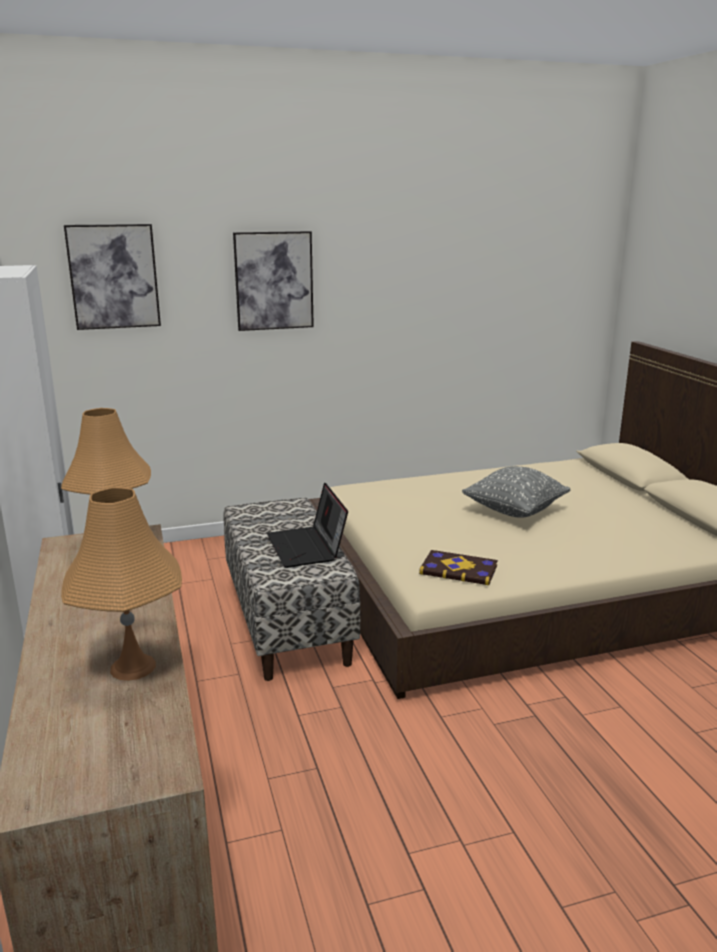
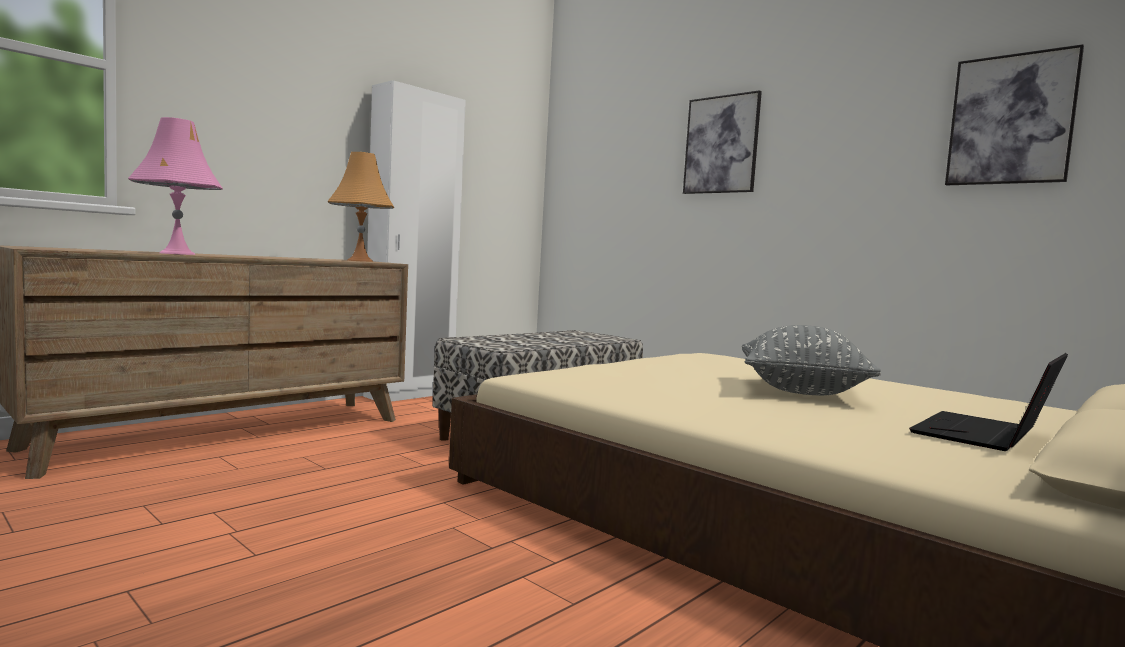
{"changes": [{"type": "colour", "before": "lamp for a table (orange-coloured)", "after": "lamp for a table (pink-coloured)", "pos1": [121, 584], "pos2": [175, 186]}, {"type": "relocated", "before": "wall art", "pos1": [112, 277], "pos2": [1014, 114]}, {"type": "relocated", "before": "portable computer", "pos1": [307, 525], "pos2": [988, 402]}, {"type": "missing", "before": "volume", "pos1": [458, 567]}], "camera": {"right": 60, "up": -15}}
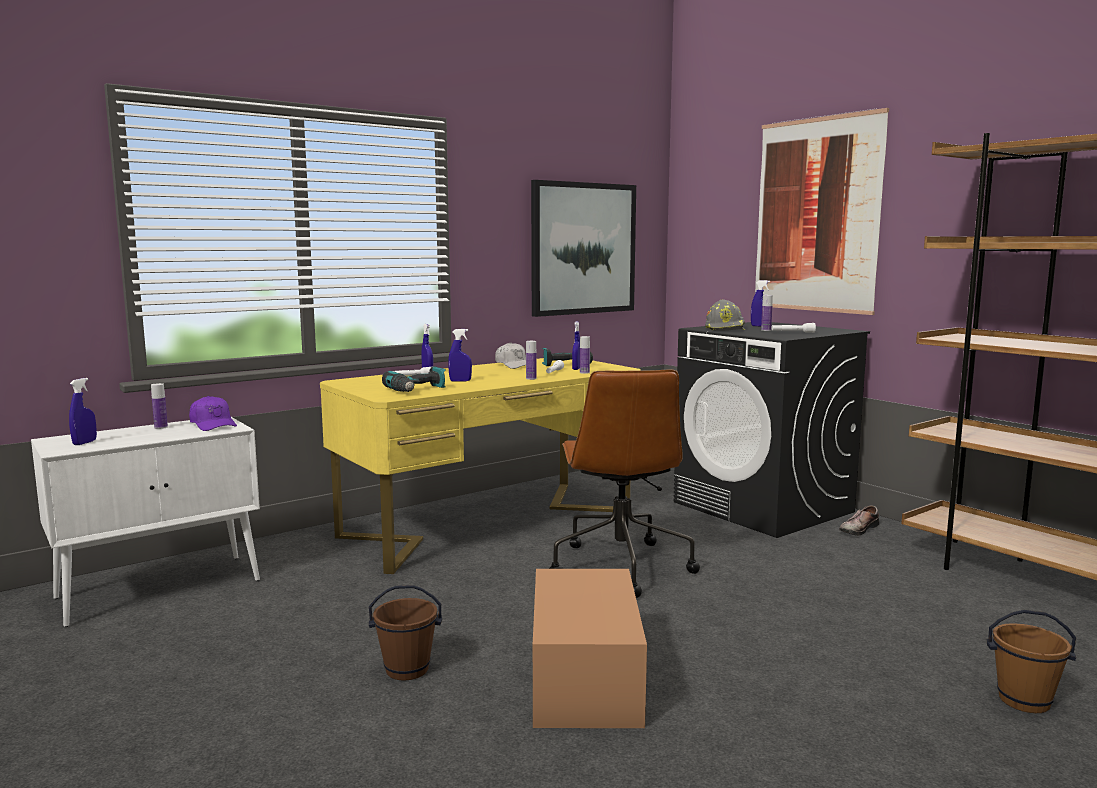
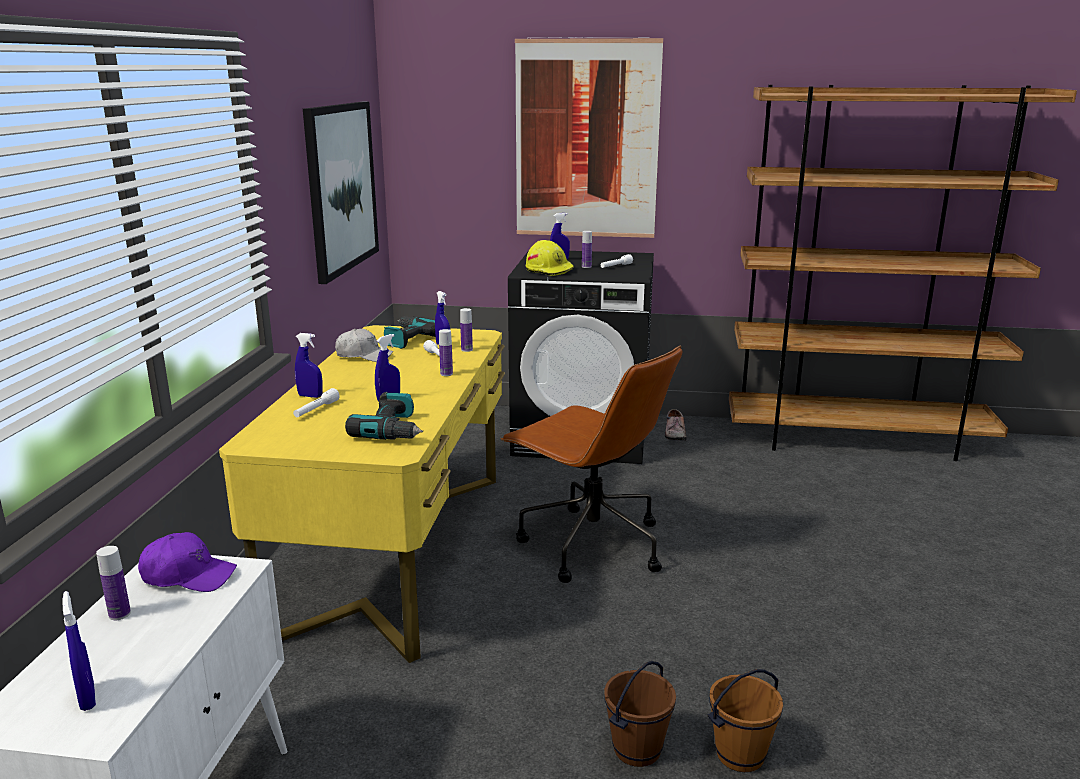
{"changes": [{"type": "missing", "before": "cardboard box", "pos1": [590, 648]}, {"type": "colour", "before": "safety helmet (greyish)", "after": "safety helmet (yellowish)", "pos1": [725, 315], "pos2": [550, 258]}, {"type": "relocated", "before": "bucket (brown)", "pos1": [1031, 661], "pos2": [745, 720]}], "camera": {"right": -45, "up": 10}}
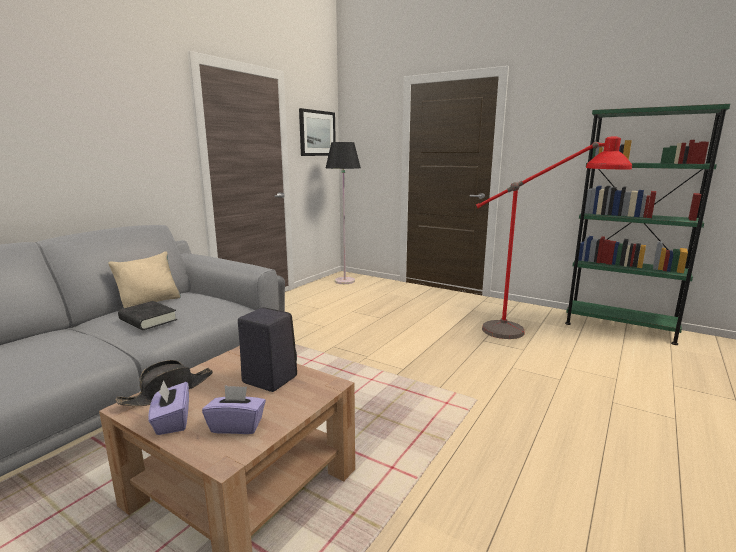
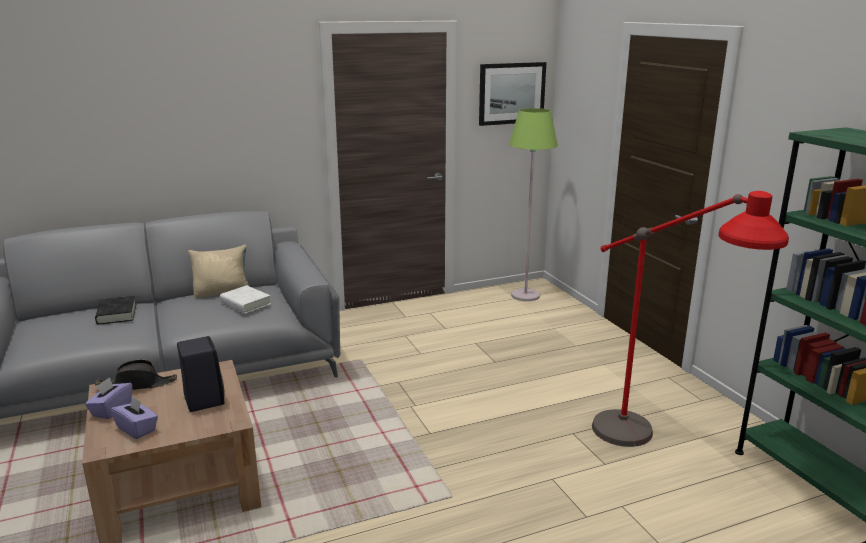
{"changes": [{"type": "relocated", "before": "volume (black)", "pos1": [147, 315], "pos2": [115, 310]}, {"type": "colour", "before": "floor lamp (black)", "after": "floor lamp (greenish)", "pos1": [343, 213], "pos2": [533, 205]}, {"type": "appeared", "after": "volume (white)", "pos2": [245, 299]}], "camera": {"right": 35, "up": 5}}
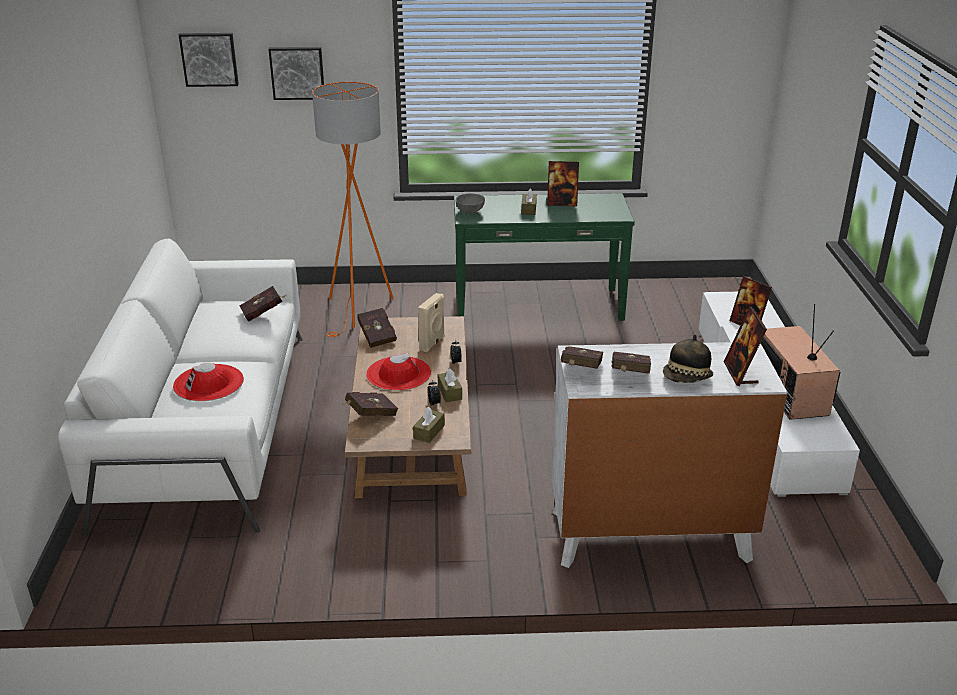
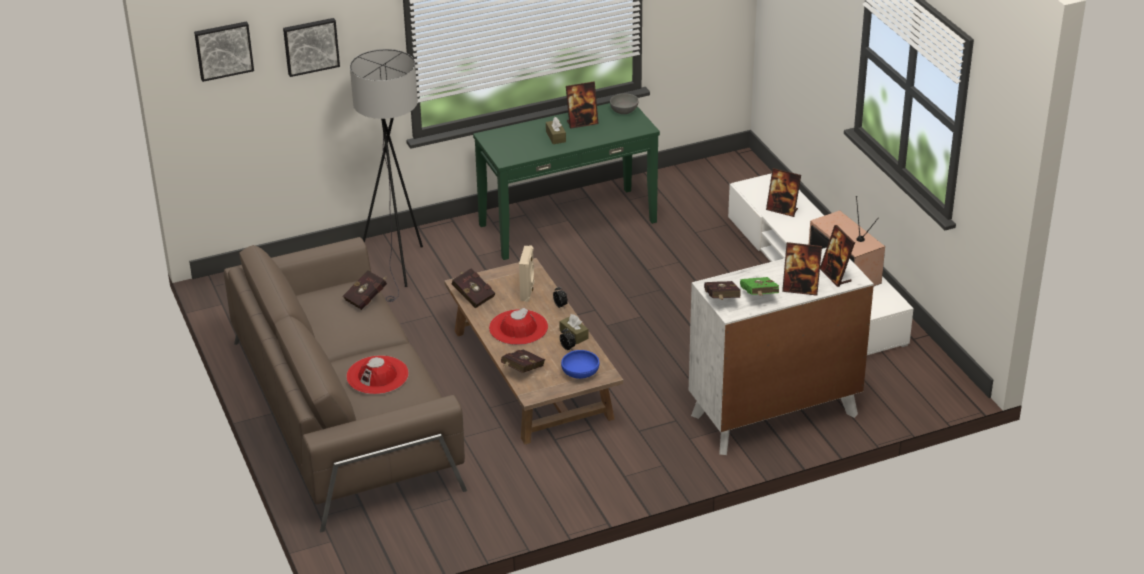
{"changes": [{"type": "colour", "before": "couch (white)", "after": "couch (brown)", "pos1": [180, 387], "pos2": [345, 384]}, {"type": "colour", "before": "floor lamp (orange-coloured)", "after": "floor lamp (greyish)", "pos1": [353, 209], "pos2": [386, 175]}, {"type": "exchanged", "before": "tissue box (brown)", "after": "bowl (bluish)", "pos1": [429, 425], "pos2": [580, 364]}, {"type": "relocated", "before": "bowl (greyish)", "pos1": [470, 203], "pos2": [624, 104]}, {"type": "colour", "before": "volume (reddish)", "after": "volume (greenish)", "pos1": [631, 363], "pos2": [759, 286]}, {"type": "exchanged", "before": "clothing hat", "after": "photo frame", "pos1": [688, 358], "pos2": [802, 269]}], "camera": {"right": -20, "up": 5}}
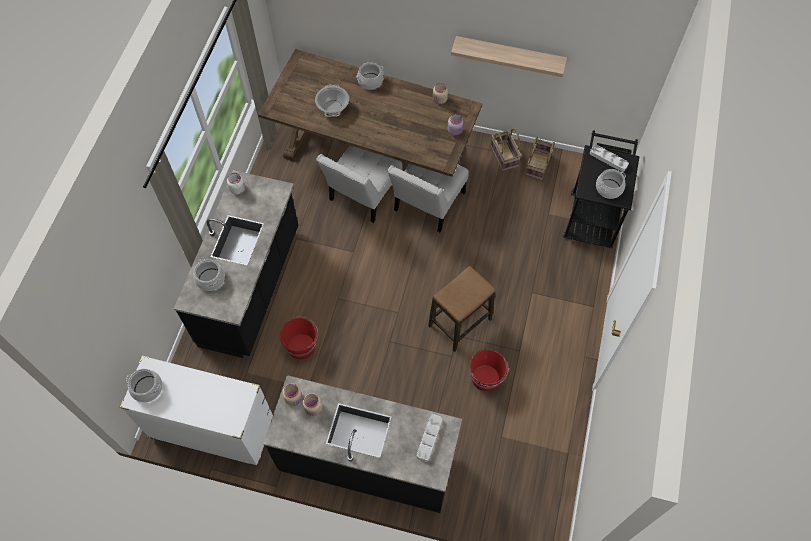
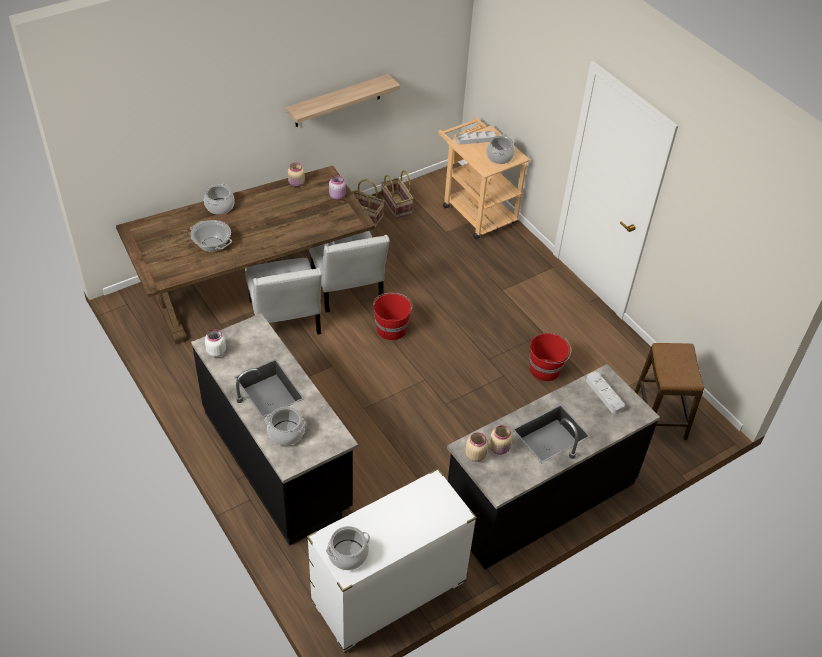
{"changes": [{"type": "relocated", "before": "bucket (reddish)", "pos1": [299, 338], "pos2": [393, 316]}, {"type": "relocated", "before": "sitting stool", "pos1": [462, 309], "pos2": [669, 391]}, {"type": "colour", "before": "wheeled cart (black)", "after": "wheeled cart (beige-coloured)", "pos1": [601, 189], "pos2": [484, 178]}], "camera": {"right": -50, "up": -15}}
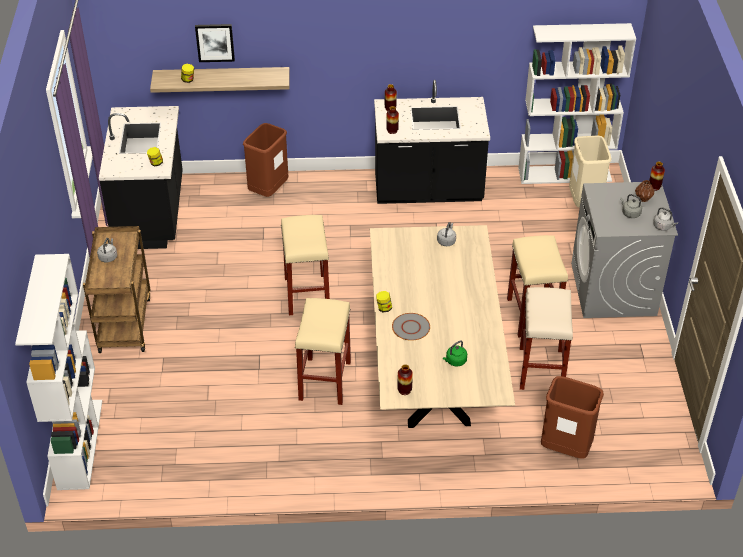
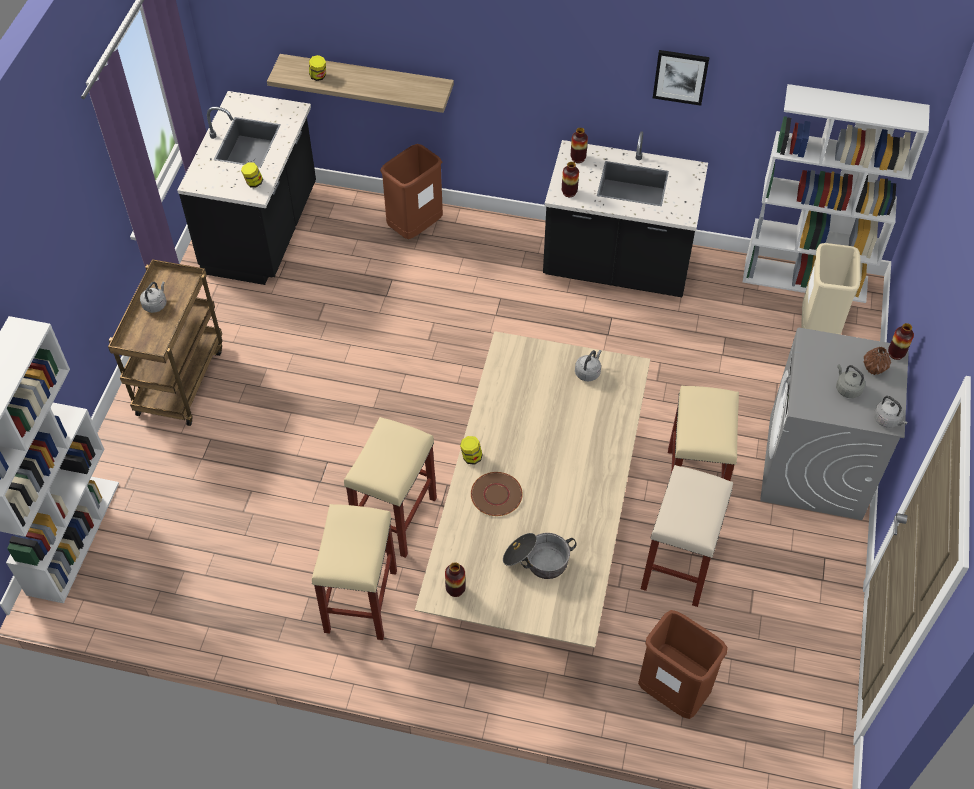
{"changes": [{"type": "relocated", "before": "wall art", "pos1": [215, 43], "pos2": [681, 78]}, {"type": "relocated", "before": "sitting stool (beige-coloured)", "pos1": [305, 265], "pos2": [354, 572]}, {"type": "colour", "before": "plate (greyish)", "after": "plate (brown)", "pos1": [411, 327], "pos2": [497, 494]}, {"type": "exchanged", "before": "tea kettle (greenish)", "after": "stockpot", "pos1": [455, 353], "pos2": [539, 556]}], "camera": {"right": 15, "up": 10}}
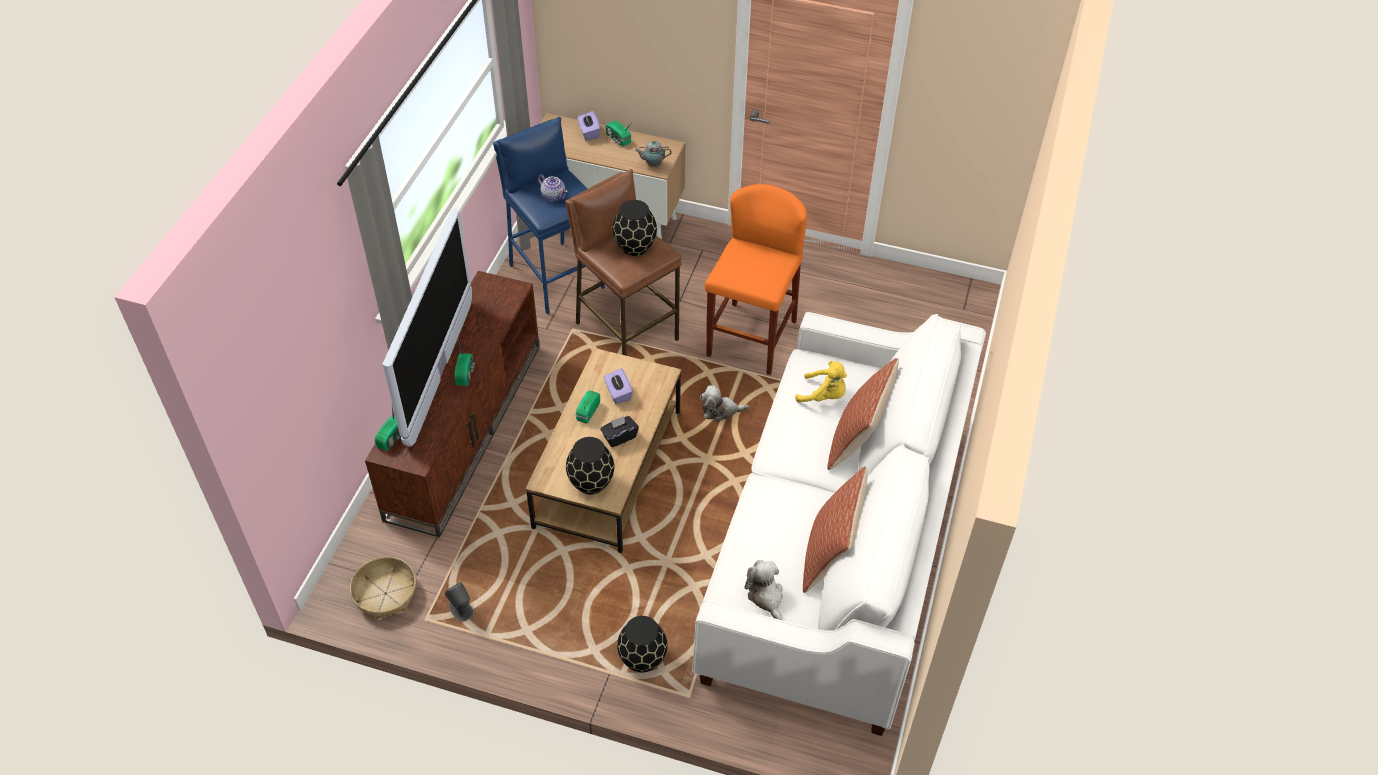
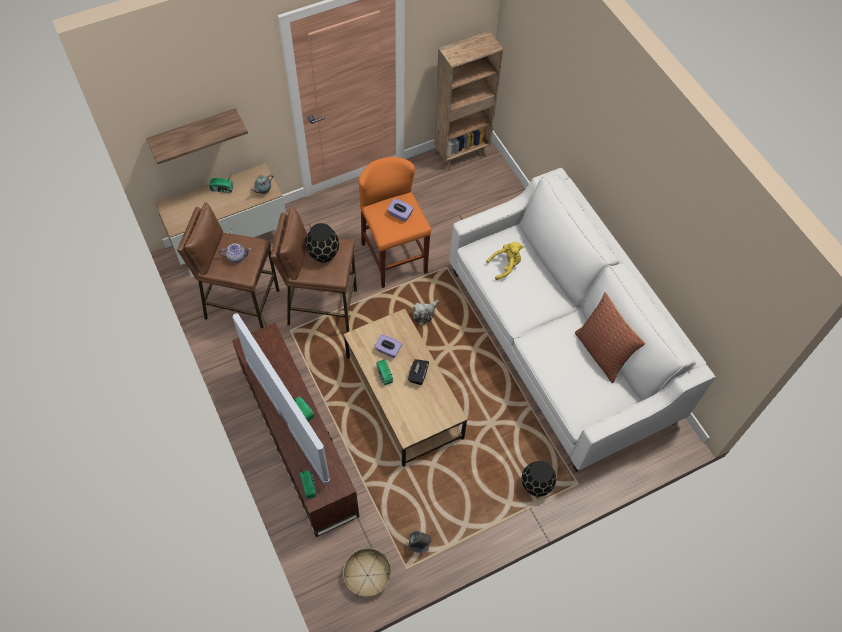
{"changes": [{"type": "colour", "before": "sitting stool (bluish)", "after": "sitting stool (brown)", "pos1": [549, 215], "pos2": [228, 265]}, {"type": "missing", "before": "flower vase (black)", "pos1": [590, 466]}, {"type": "relocated", "before": "tissue box (purple)", "pos1": [588, 125], "pos2": [400, 210]}, {"type": "missing", "before": "plush toy", "pos1": [763, 590]}, {"type": "missing", "before": "throw pillow", "pos1": [863, 414]}, {"type": "appeared", "after": "bracket shelf", "pos2": [197, 136]}, {"type": "appeared", "after": "bookshelf (brown)", "pos2": [468, 101]}], "camera": {"right": -45, "up": 10}}
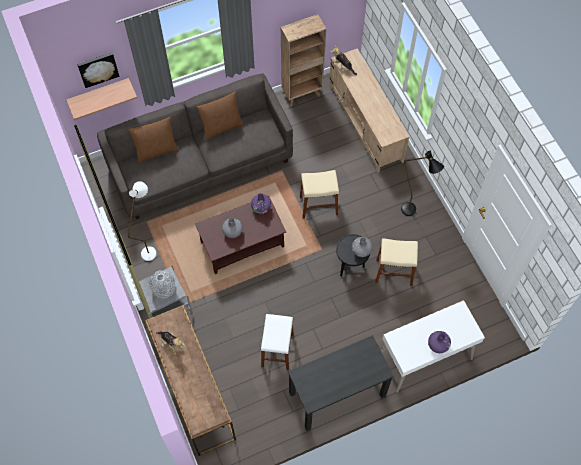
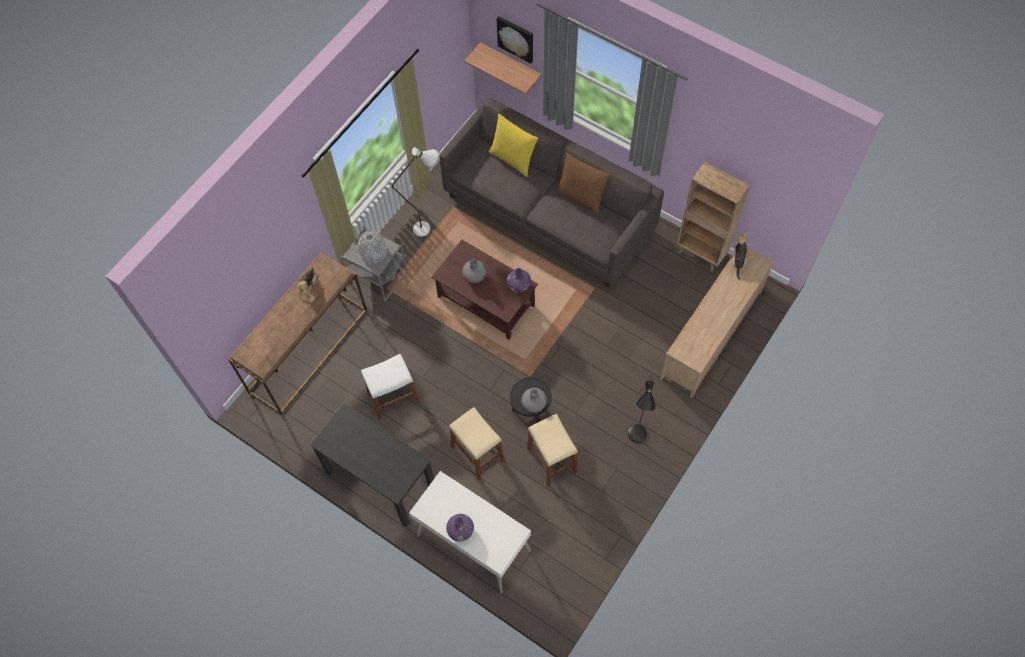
{"changes": [{"type": "colour", "before": "throw pillow (brown)", "after": "throw pillow (yellowish)", "pos1": [153, 140], "pos2": [513, 145]}, {"type": "relocated", "before": "sitting stool (beige-coloured)", "pos1": [319, 194], "pos2": [477, 443]}], "camera": {"right": 60, "up": 0}}
